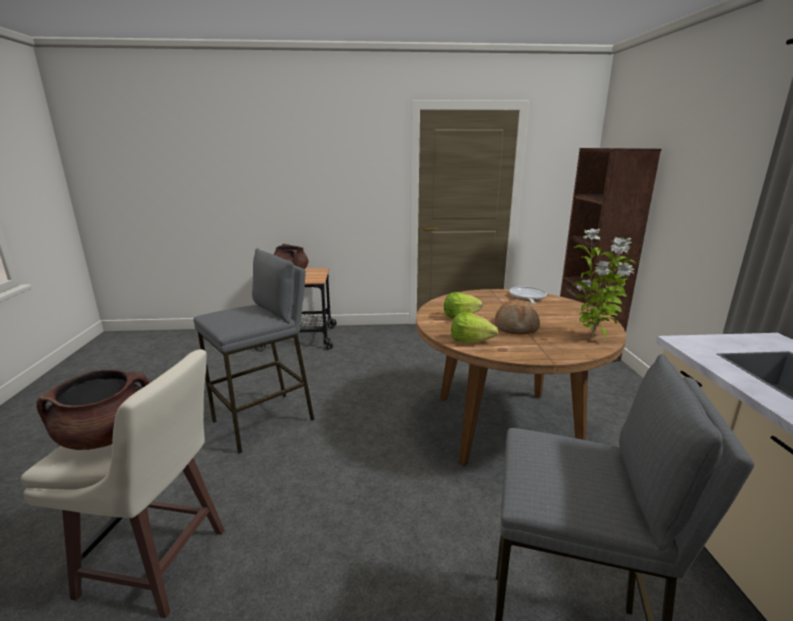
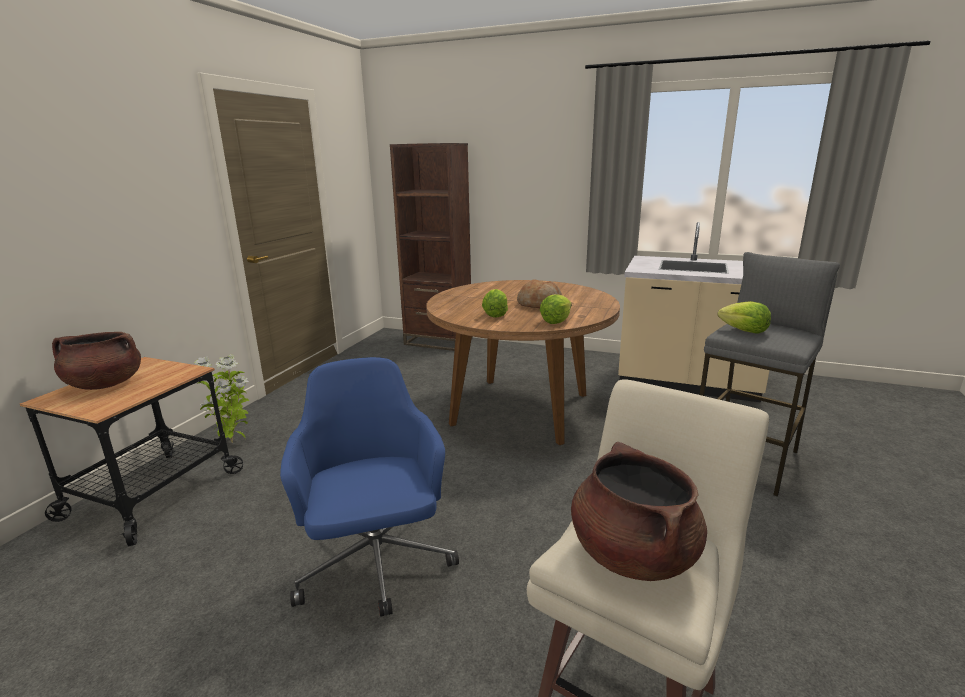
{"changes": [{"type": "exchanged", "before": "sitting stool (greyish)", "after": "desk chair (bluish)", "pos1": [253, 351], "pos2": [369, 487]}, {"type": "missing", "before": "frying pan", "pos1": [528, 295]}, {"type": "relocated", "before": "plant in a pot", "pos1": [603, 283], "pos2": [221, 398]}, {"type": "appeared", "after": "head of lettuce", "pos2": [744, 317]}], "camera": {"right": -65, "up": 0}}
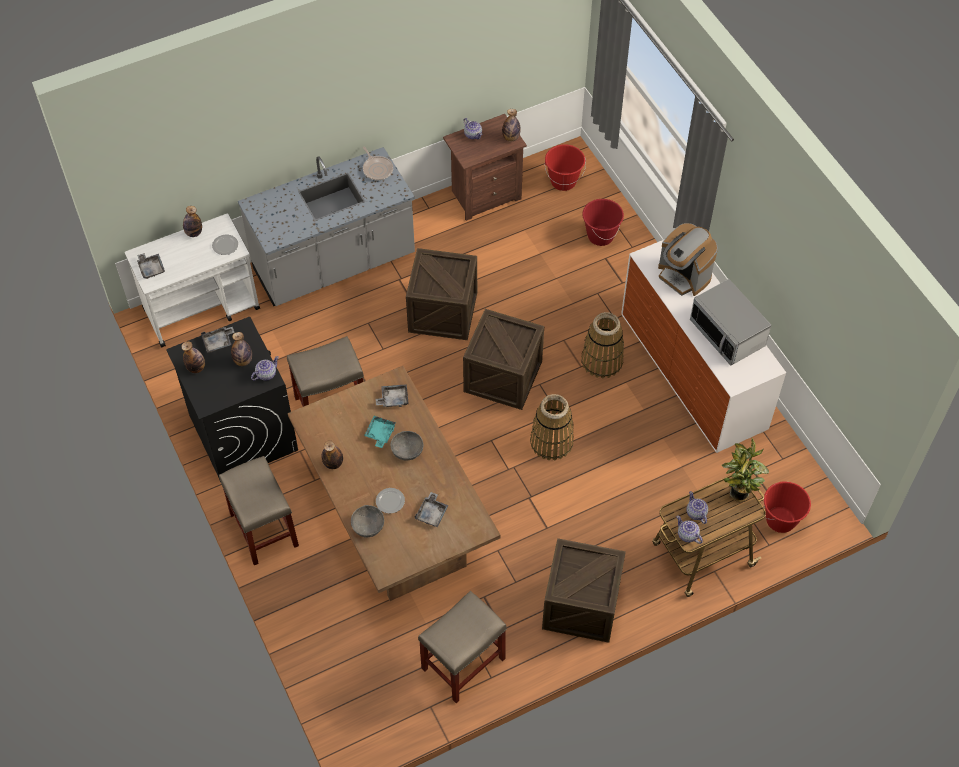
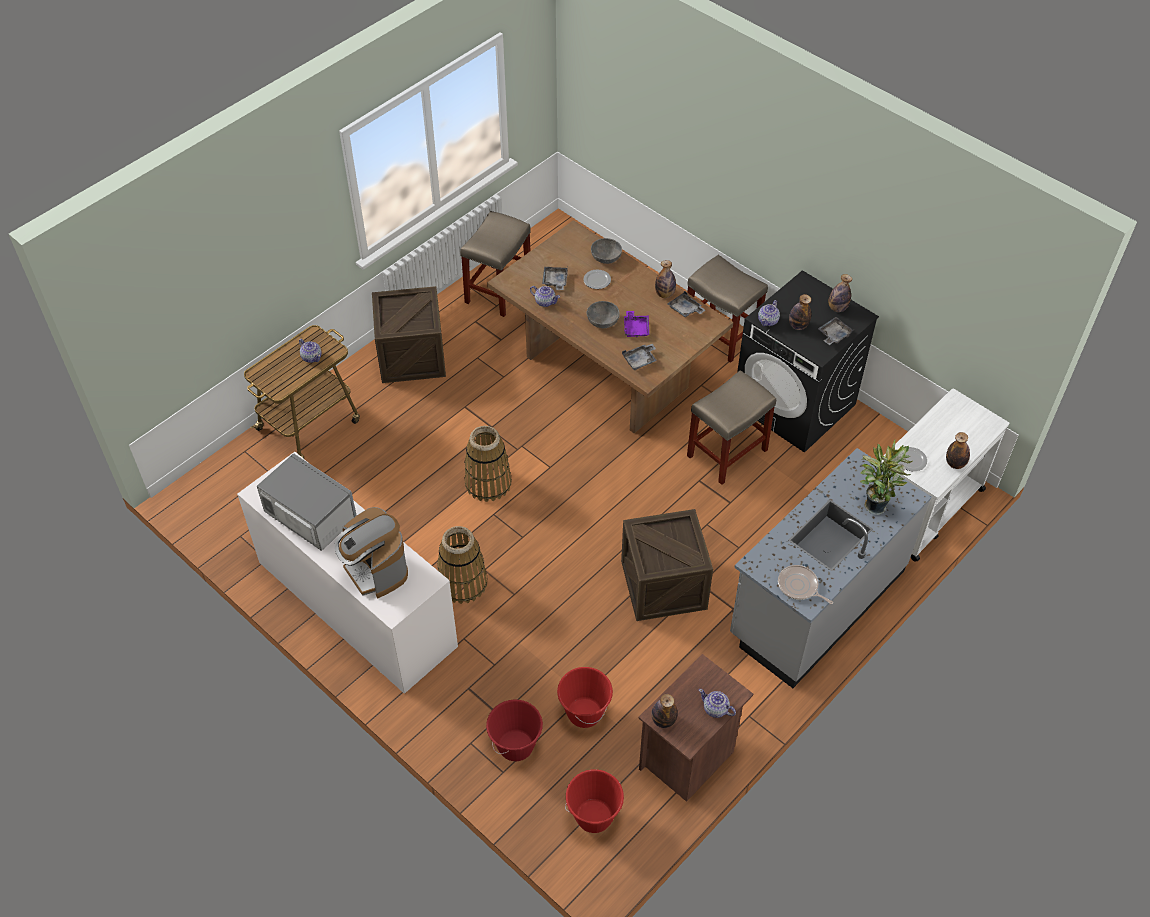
{"changes": [{"type": "relocated", "before": "tray (greyish)", "pos1": [151, 266], "pos2": [686, 304]}, {"type": "colour", "before": "tray (blue-green)", "after": "tray (purple)", "pos1": [380, 432], "pos2": [636, 324]}, {"type": "missing", "before": "crate", "pos1": [503, 359]}, {"type": "spun", "before": "coffee maker", "pos1": [688, 259], "pos2": [371, 552], "turn": -150}, {"type": "relocated", "before": "pot for tea", "pos1": [689, 530], "pos2": [545, 296]}, {"type": "relocated", "before": "plant in a pot", "pos1": [745, 470], "pos2": [886, 477]}, {"type": "relocated", "before": "bucket (reddish)", "pos1": [787, 507], "pos2": [585, 697]}], "camera": {"right": 160, "up": -5}}
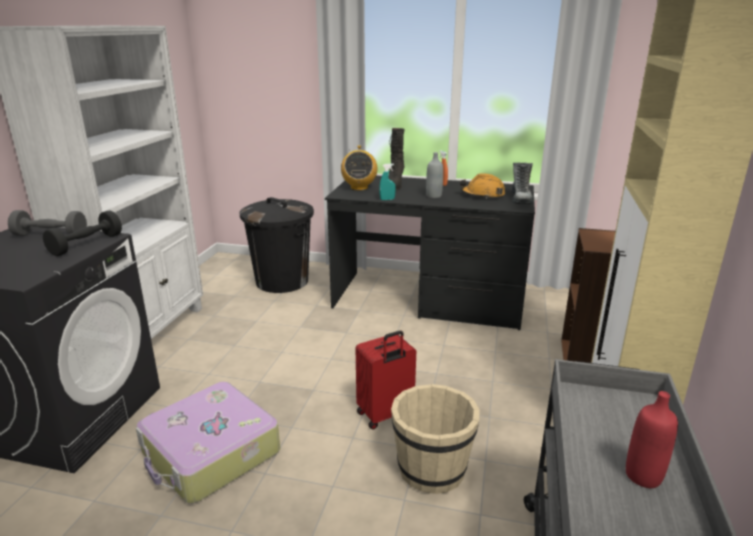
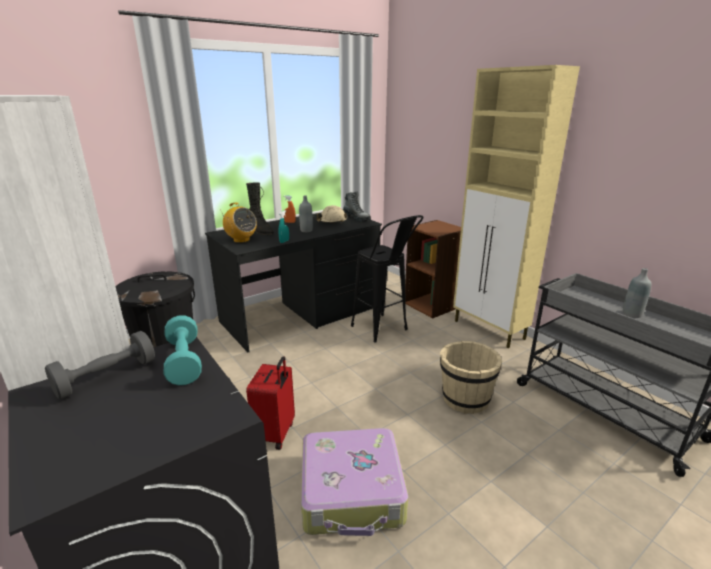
{"changes": [{"type": "colour", "before": "free weight (black)", "after": "free weight (blue-green)", "pos1": [82, 233], "pos2": [183, 350]}, {"type": "relocated", "before": "suitcase (reddish)", "pos1": [386, 380], "pos2": [270, 403]}, {"type": "colour", "before": "safety helmet (orange-coloured)", "after": "safety helmet (beige-coloured)", "pos1": [482, 186], "pos2": [332, 214]}, {"type": "colour", "before": "drink bottle (reddish)", "after": "drink bottle (greyish)", "pos1": [652, 439], "pos2": [637, 293]}, {"type": "appeared", "after": "sitting stool (black)", "pos2": [387, 279]}], "camera": {"right": -50, "up": 0}}
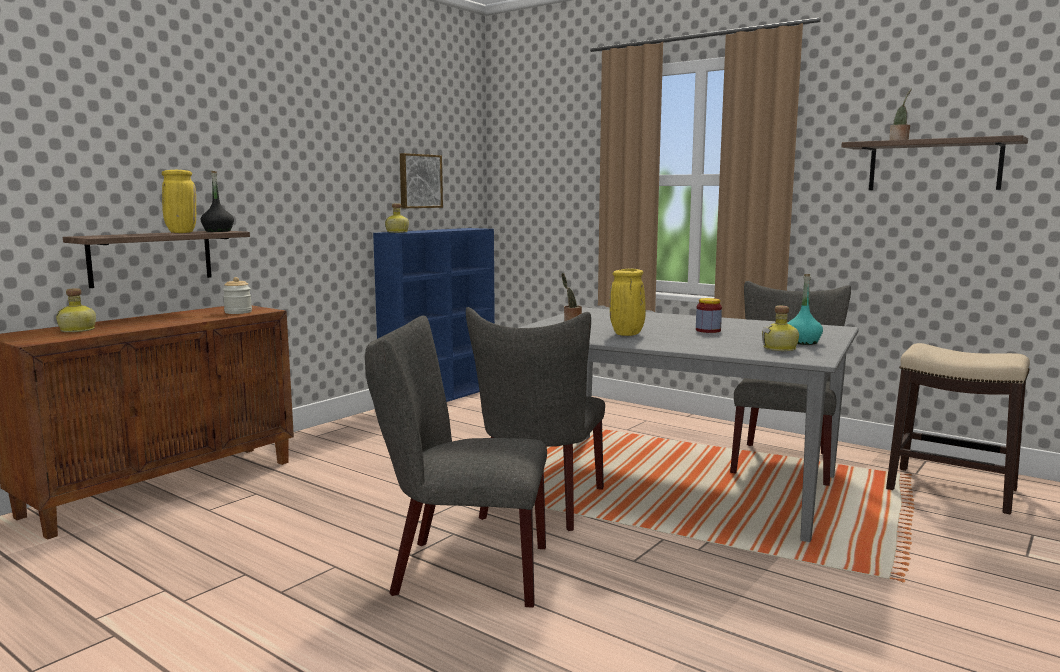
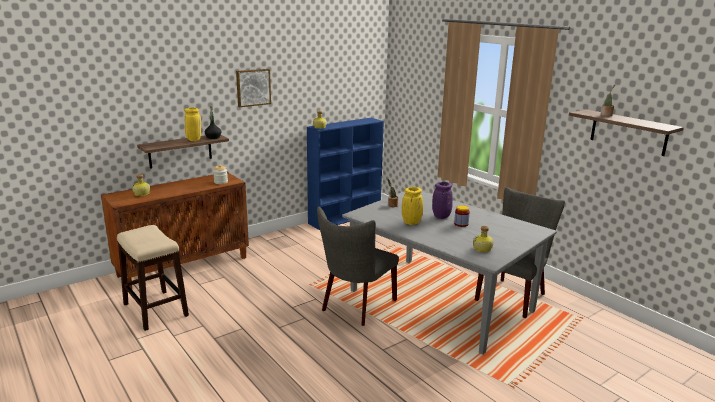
{"changes": [{"type": "missing", "before": "plain chair (greyish)", "pos1": [456, 462]}, {"type": "relocated", "before": "wall art", "pos1": [421, 180], "pos2": [253, 88]}, {"type": "missing", "before": "drink bottle (blue-green)", "pos1": [805, 309]}, {"type": "relocated", "before": "sitting stool", "pos1": [958, 428], "pos2": [153, 278]}, {"type": "appeared", "after": "flower vase (purple)", "pos2": [442, 200]}], "camera": {"right": 15, "up": 10}}
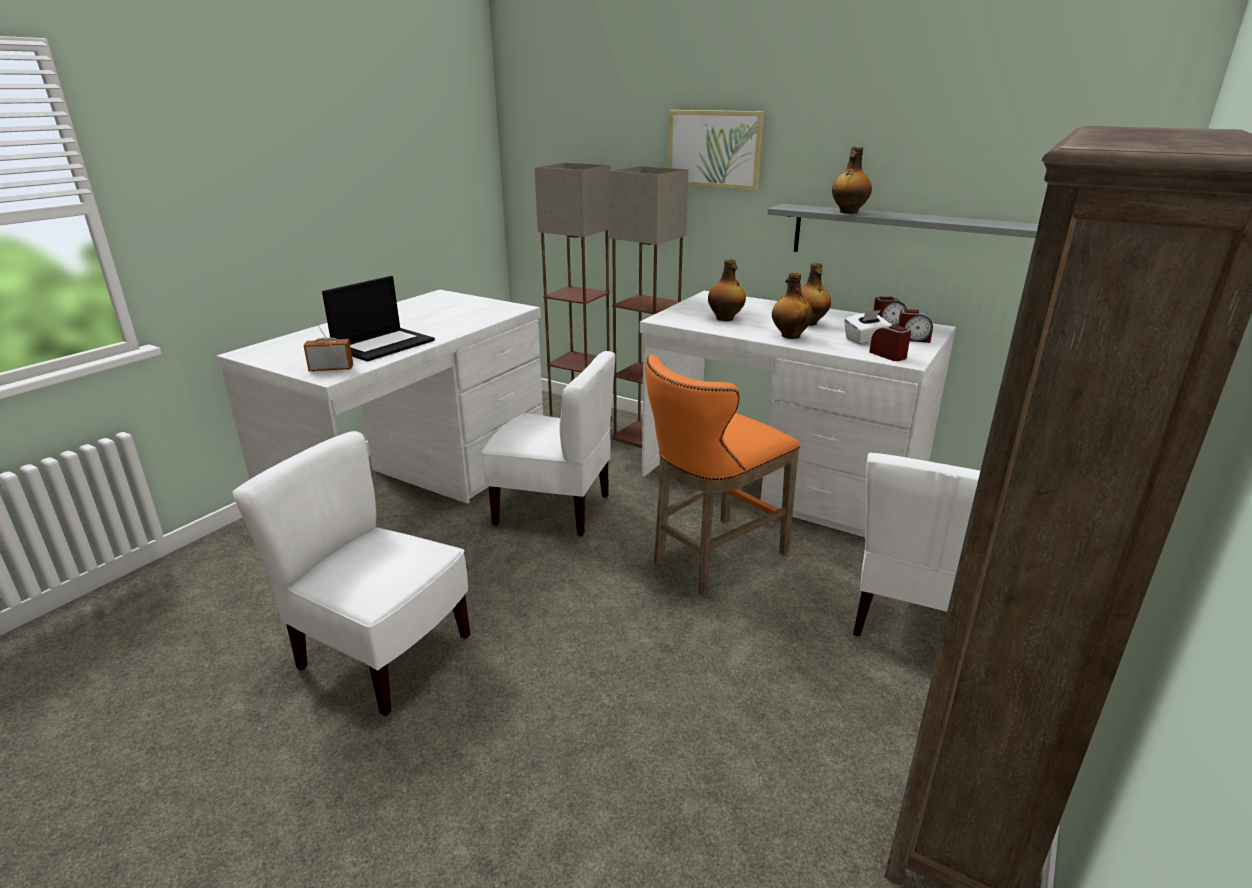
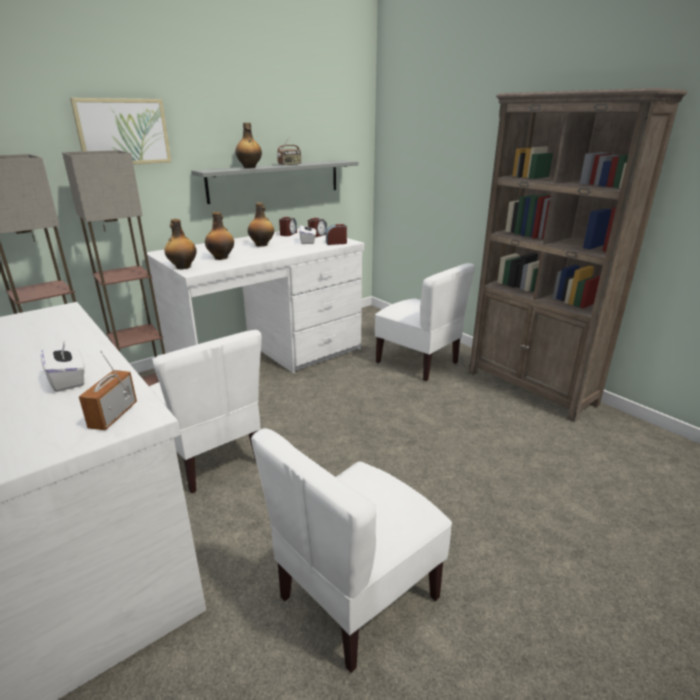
{"changes": [{"type": "exchanged", "before": "portable computer", "after": "tissue box (white)", "pos1": [378, 319], "pos2": [63, 367]}, {"type": "spun", "before": "plain chair (white)", "pos1": [549, 443], "pos2": [205, 411], "turn": 105}, {"type": "missing", "before": "sitting stool (orange-coloured)", "pos1": [722, 475]}, {"type": "relocated", "before": "drink bottle", "pos1": [792, 305], "pos2": [180, 244]}, {"type": "appeared", "after": "radio set", "pos2": [289, 151]}], "camera": {"right": -70, "up": 0}}
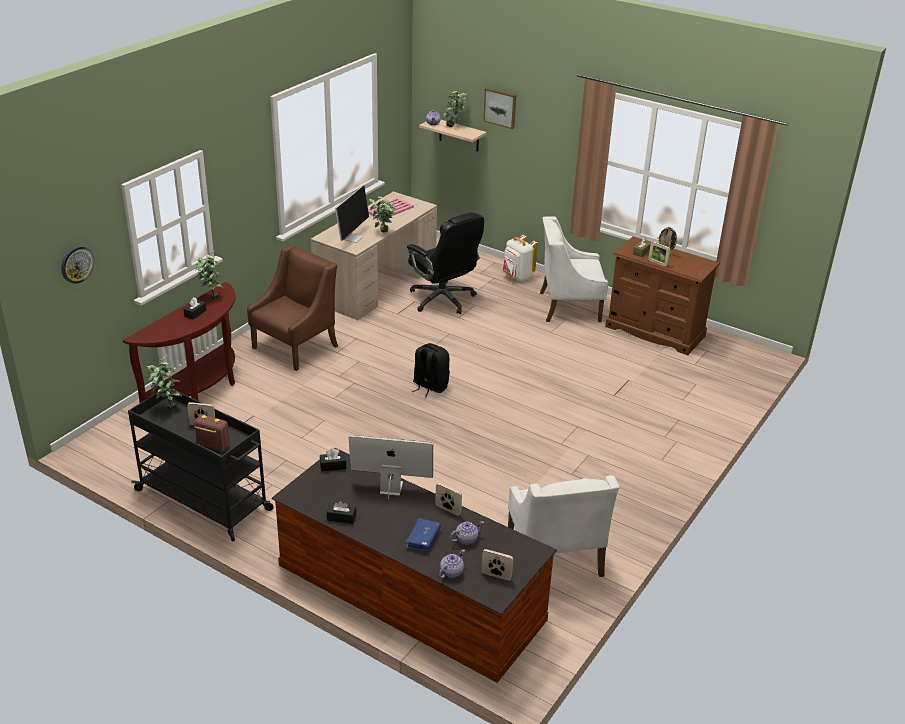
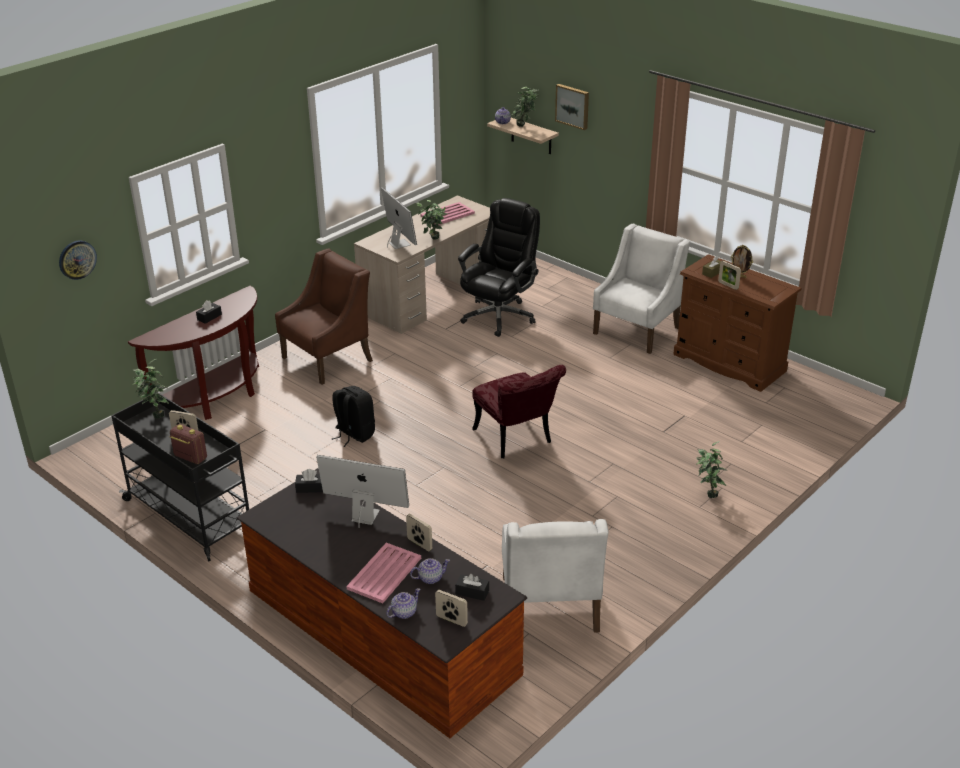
{"changes": [{"type": "relocated", "before": "plant in a pot", "pos1": [209, 275], "pos2": [711, 469]}, {"type": "relocated", "before": "tissue box (black)", "pos1": [341, 512], "pos2": [472, 587]}, {"type": "spun", "before": "monitor", "pos1": [352, 214], "pos2": [399, 218], "turn": -60}, {"type": "exchanged", "before": "volume (bluish)", "after": "tray (pink-coloured)", "pos1": [423, 534], "pos2": [383, 573]}, {"type": "spun", "before": "desk chair (black)", "pos1": [445, 263], "pos2": [499, 267], "turn": -120}, {"type": "relocated", "before": "rucksack (black)", "pos1": [431, 370], "pos2": [353, 416]}, {"type": "missing", "before": "rucksack (white)", "pos1": [520, 258]}, {"type": "spun", "before": "armchair (white)", "pos1": [574, 269], "pos2": [641, 289], "turn": 120}, {"type": "appeared", "after": "plain chair (reddish)", "pos2": [519, 411]}], "camera": {"right": 10, "up": 0}}
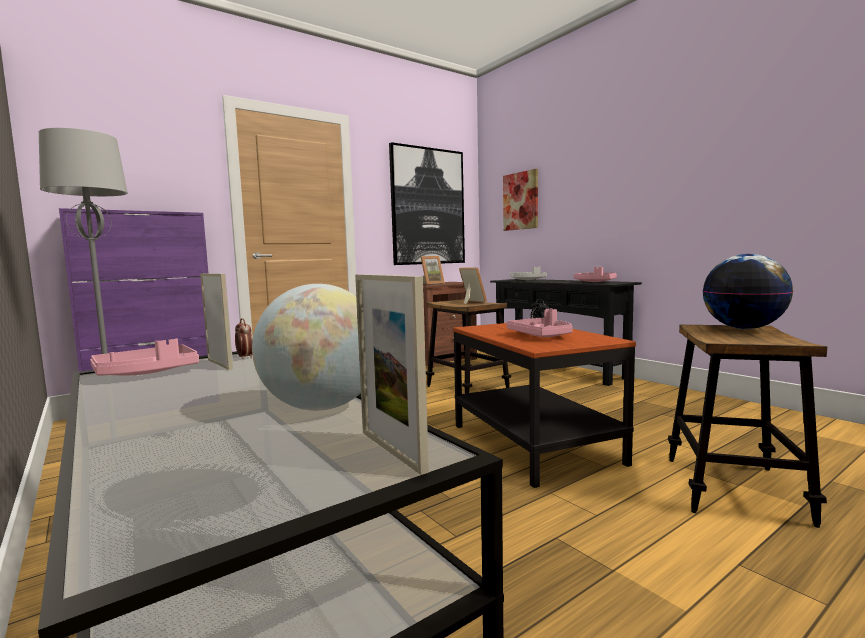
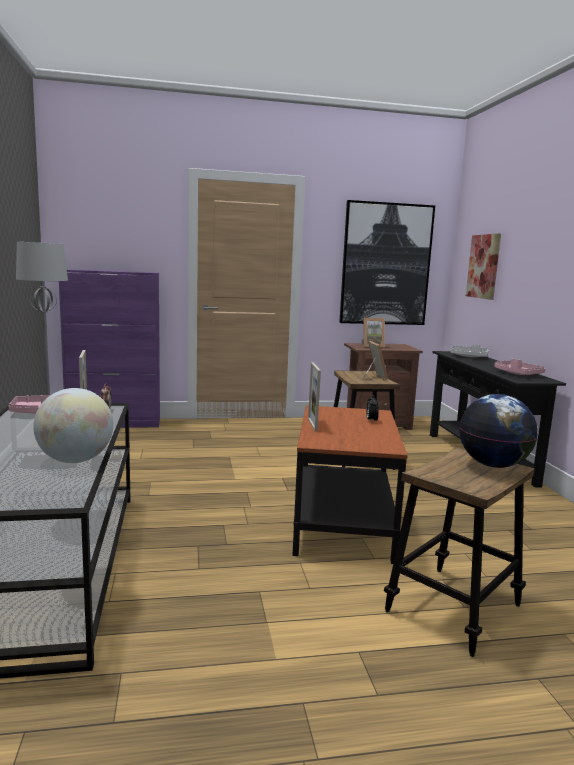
{"changes": [{"type": "relocated", "before": "photo frame", "pos1": [392, 374], "pos2": [314, 396]}, {"type": "missing", "before": "tray (pink-coloured)", "pos1": [540, 322]}], "camera": {"right": 25, "up": 5}}
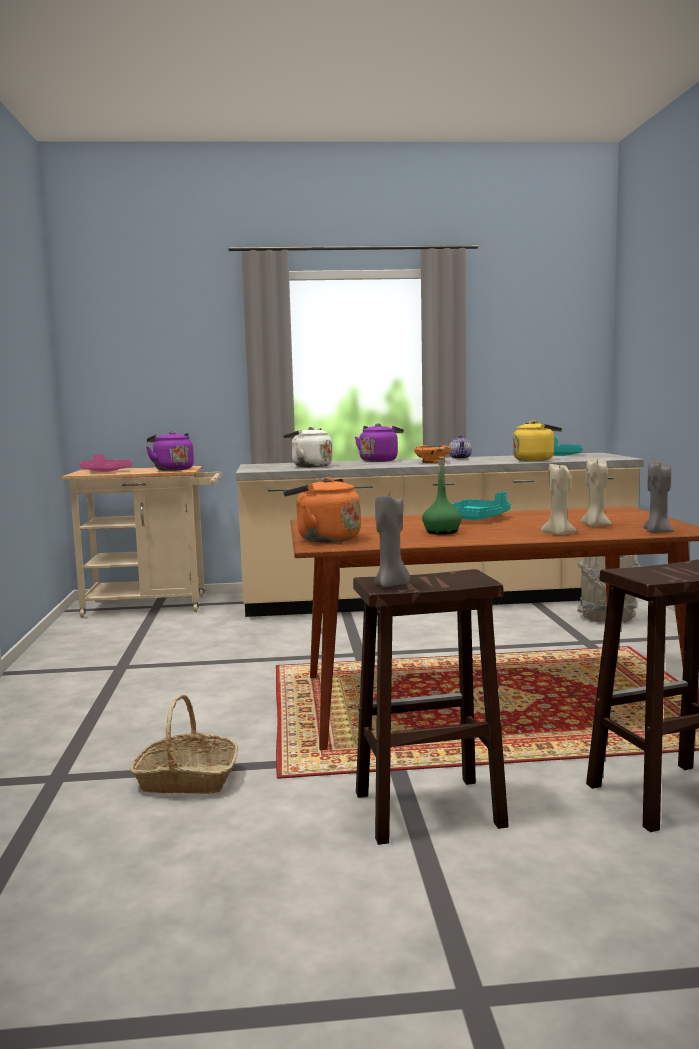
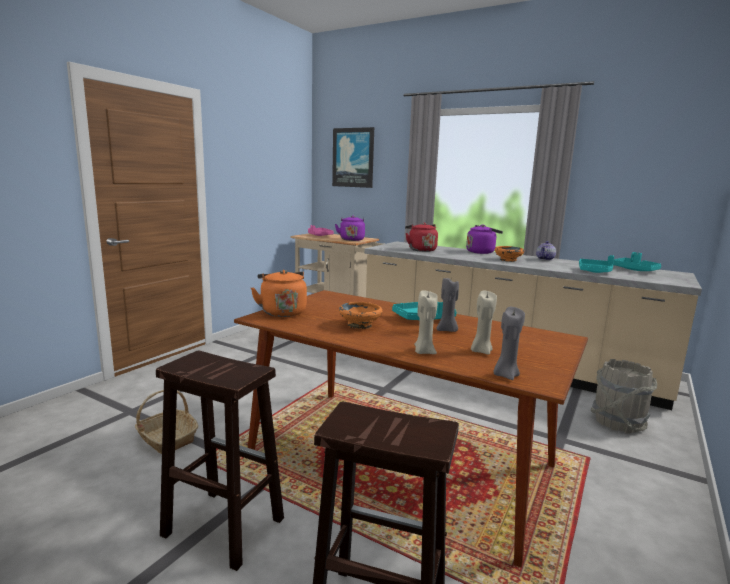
{"changes": [{"type": "colour", "before": "tea kettle (white)", "after": "tea kettle (reddish)", "pos1": [308, 447], "pos2": [421, 237]}, {"type": "relocated", "before": "candle (greyish)", "pos1": [392, 541], "pos2": [448, 305]}, {"type": "exchanged", "before": "drink bottle (greenish)", "after": "bowl (orange-coloured)", "pos1": [442, 496], "pos2": [360, 315]}, {"type": "exchanged", "before": "tea kettle (yellowish)", "after": "tray (blue-green)", "pos1": [537, 441], "pos2": [596, 264]}, {"type": "appeared", "after": "wall art", "pos2": [353, 157]}], "camera": {"right": 35, "up": 5}}
